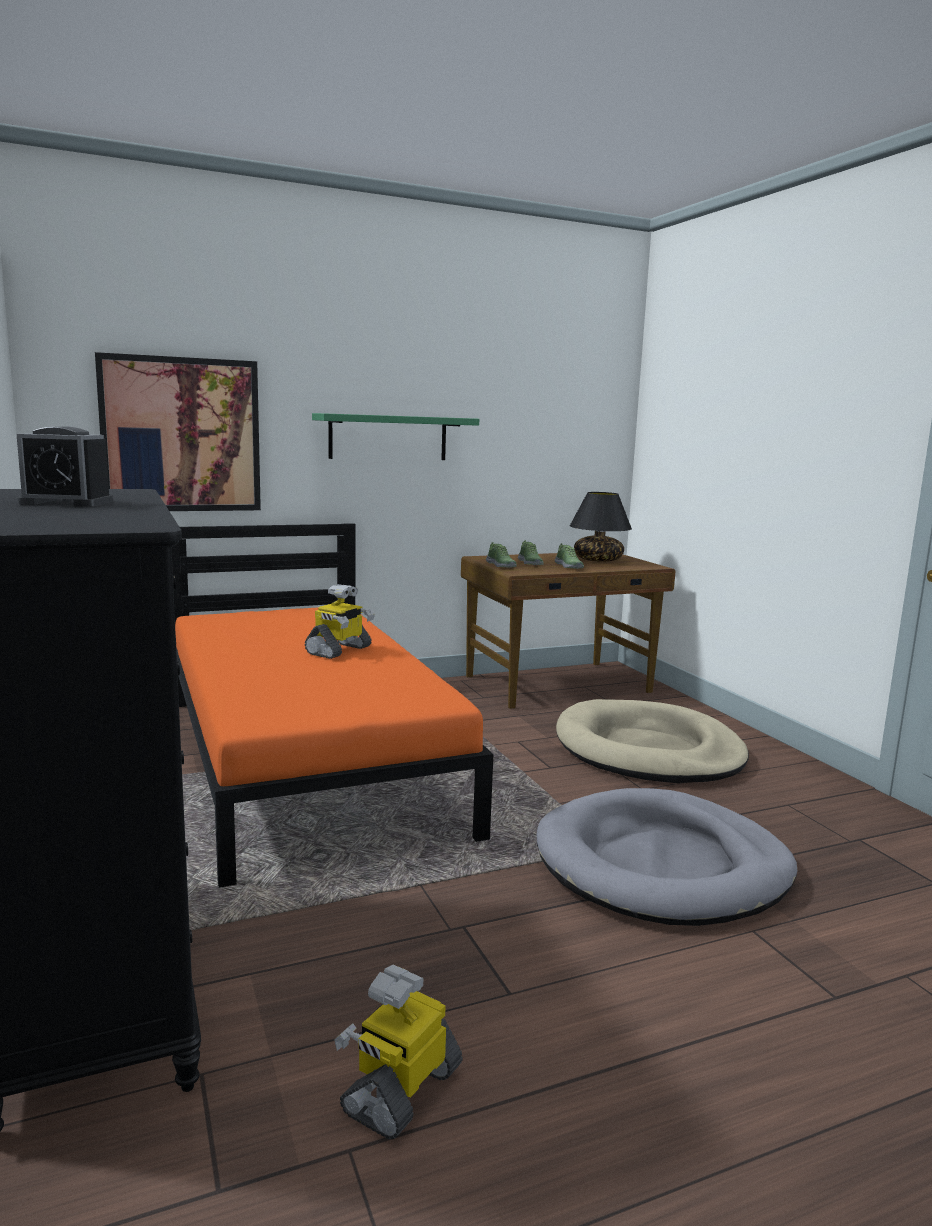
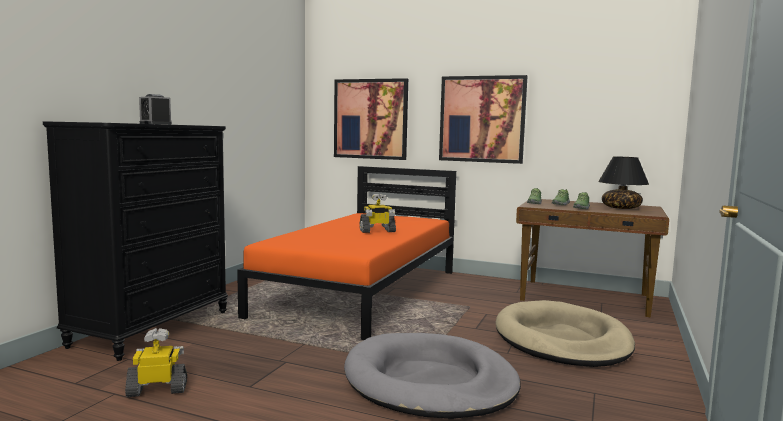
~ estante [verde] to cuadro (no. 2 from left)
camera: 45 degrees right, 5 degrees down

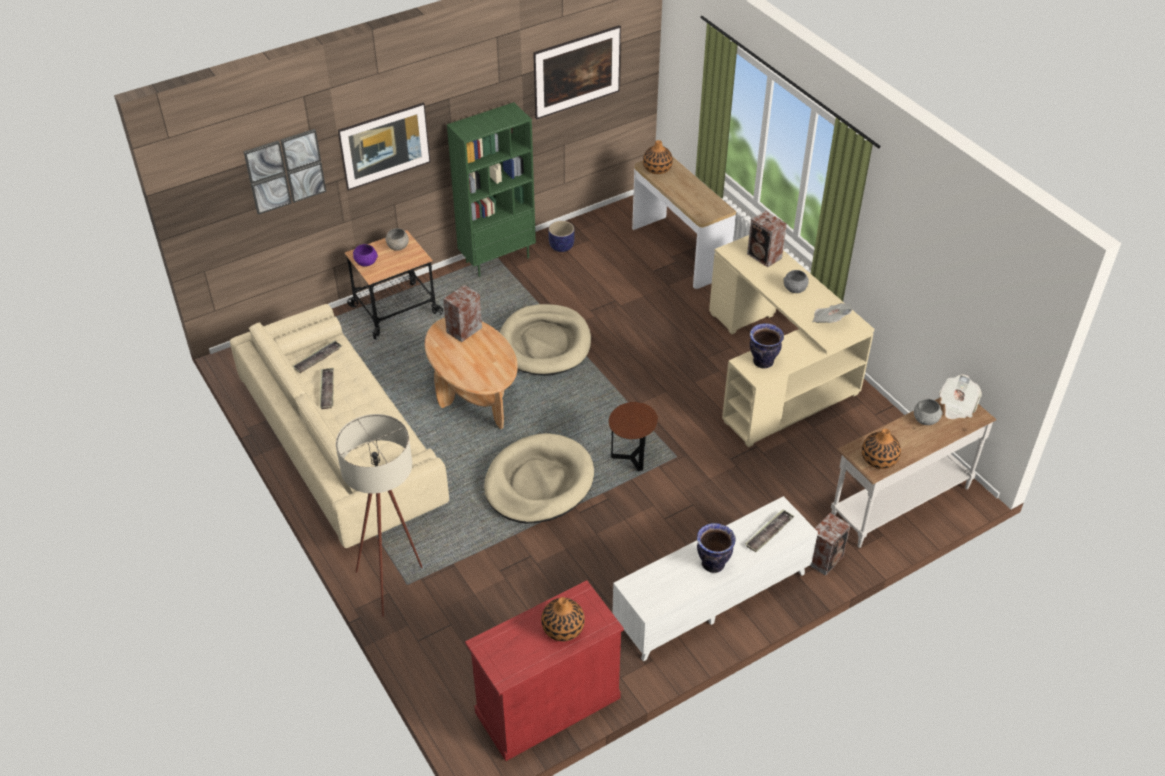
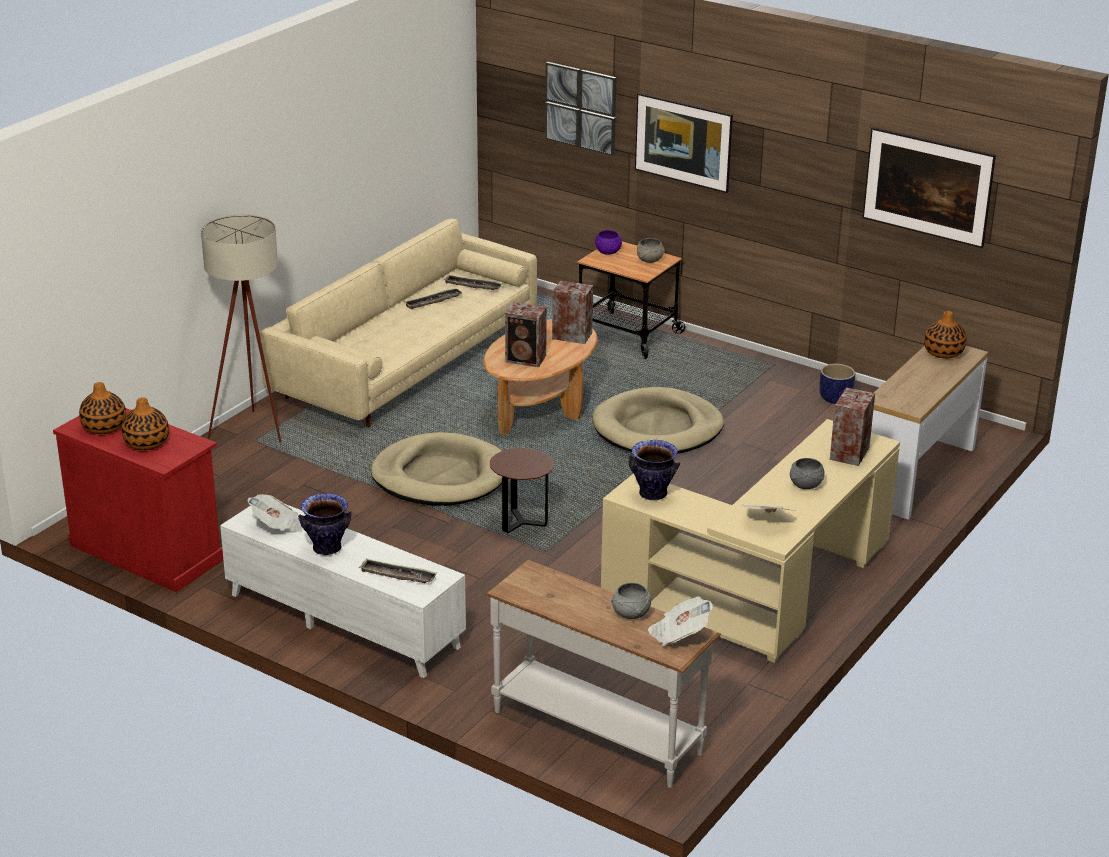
- estantería [verde]
+ periódico (no. 1 from left)
~ altavoz (no. 3 from left in the first image) to altavoz (no. 1 from left)
~ florero (no. 5 from left in the first image) to florero (no. 1 from left)
camera: 65 degrees right, 15 degrees down

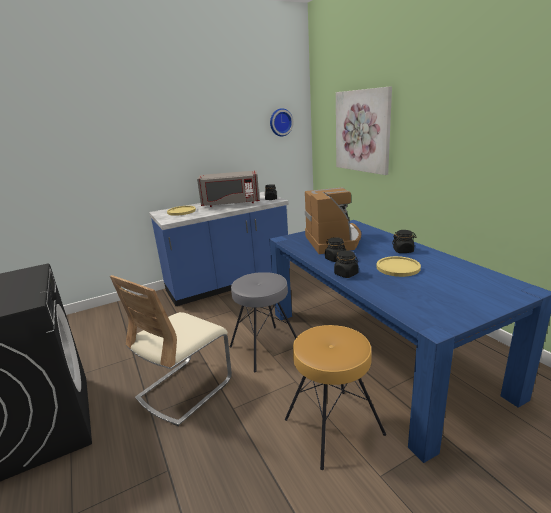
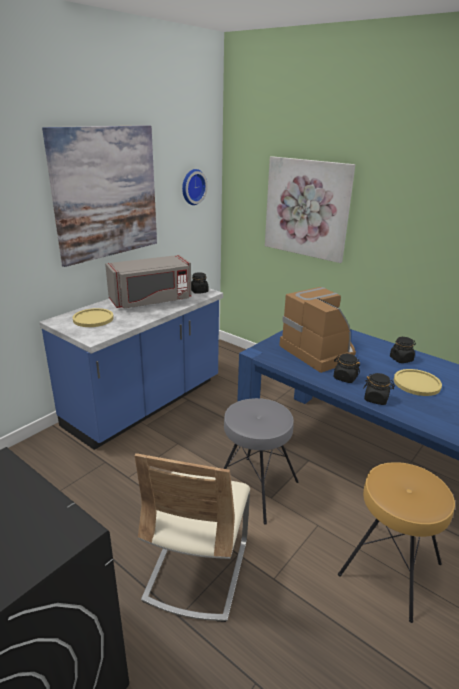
+ cuadro (no. 1 from left)
camera: 25 degrees left, 5 degrees up

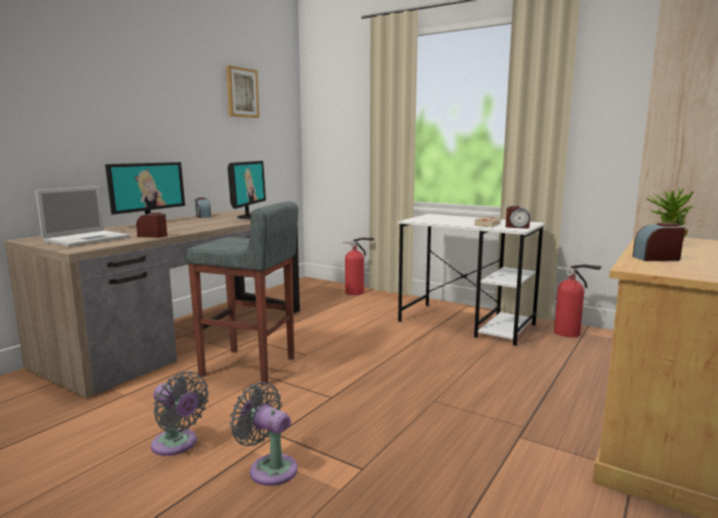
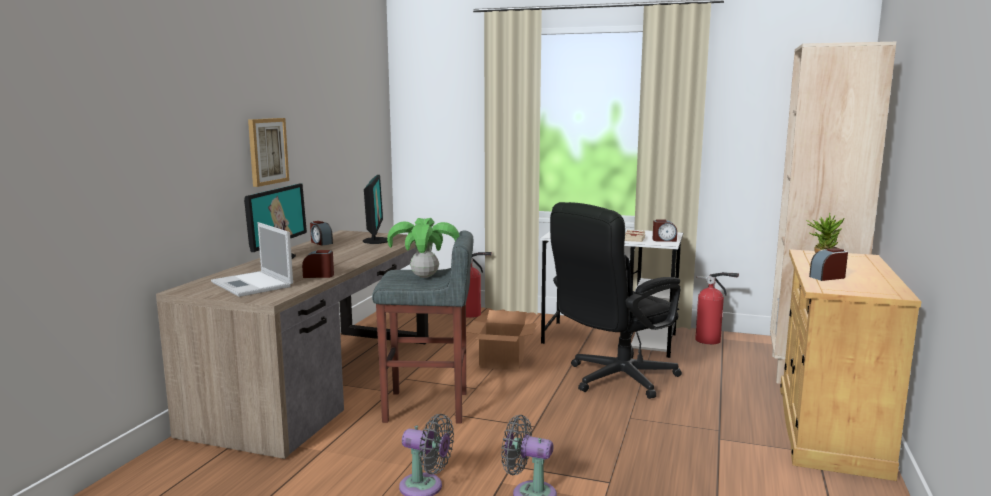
+ planta en maceta (no. 1 from left)
+ caja de cartón
+ silla de oficina [negro]
~ cuadro
~ portátil 120 degrees clockwise
camera: 15 degrees left, 0 degrees up

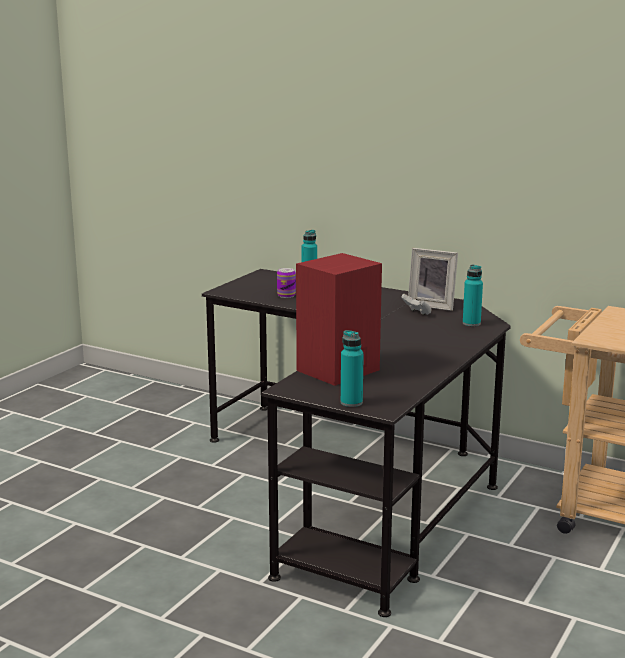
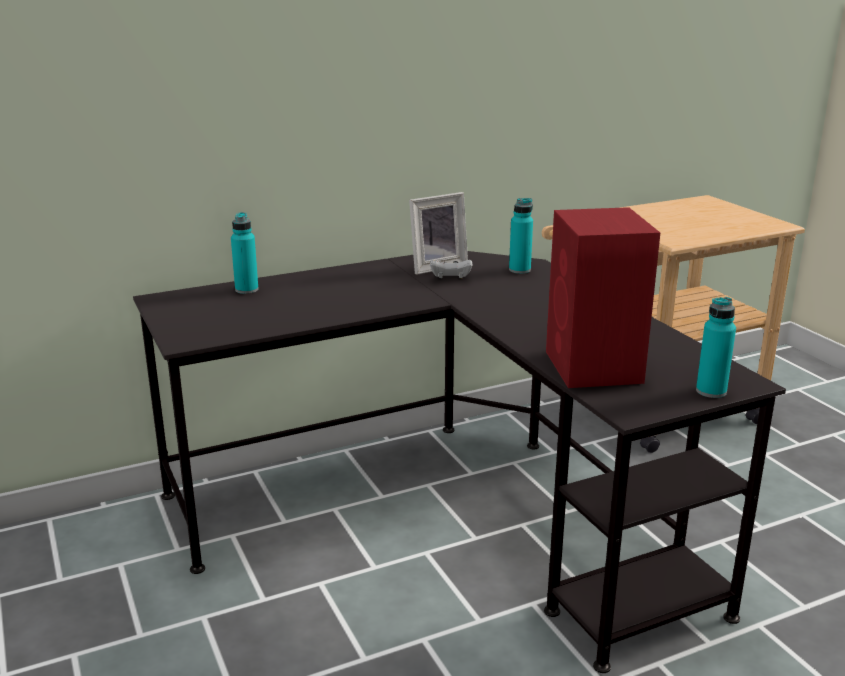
- lata
camera: 55 degrees left, 5 degrees up

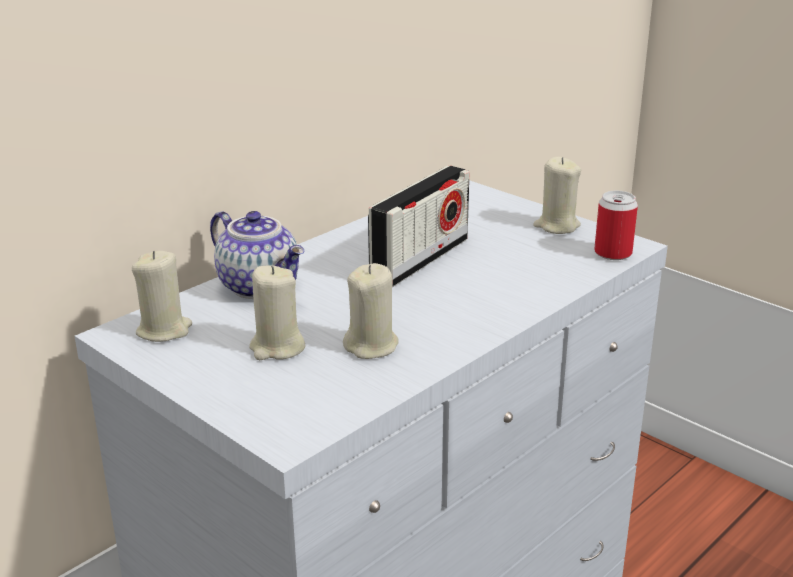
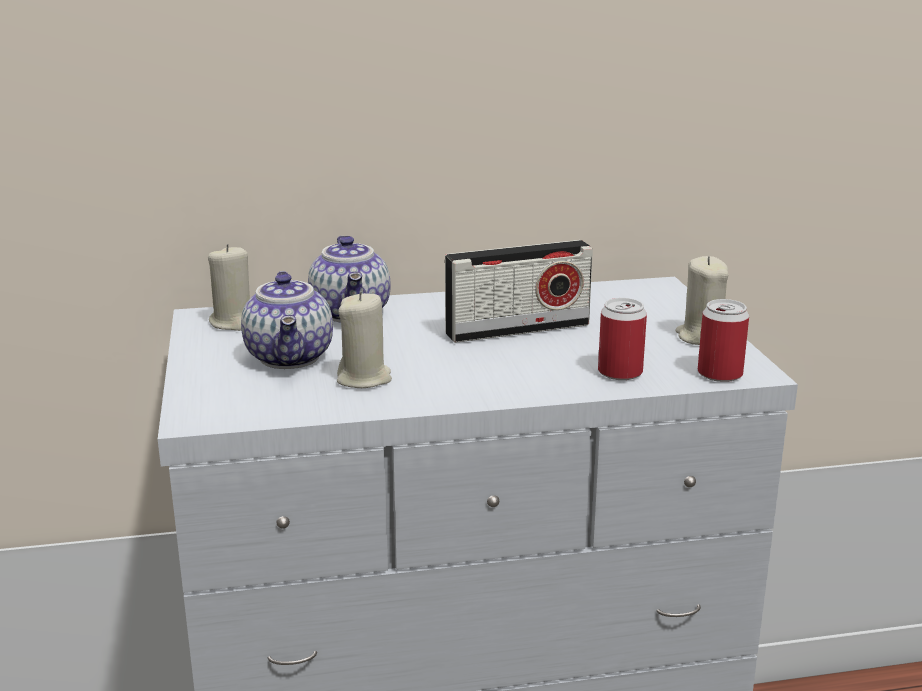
+ lata (no. 1 from left)
~ vela [beis] (no. 2 from left) to tetera (no. 1 from left)
camera: 35 degrees right, 5 degrees down

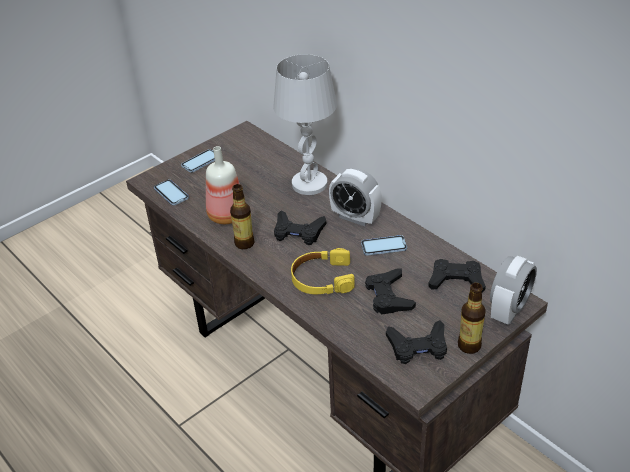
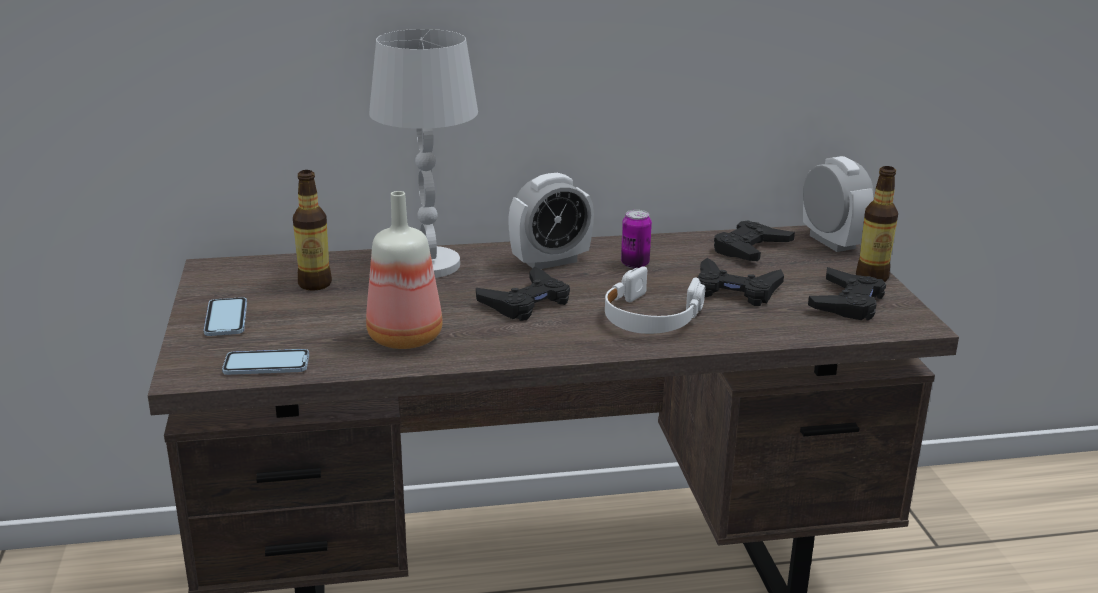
~ botella (no. 2 from left in the first image) to botella (no. 1 from left)
~ móvil (no. 3 from left) to lata
~ auriculares [amarillo] to auriculares [blanco]
camera: 60 degrees left, 15 degrees down

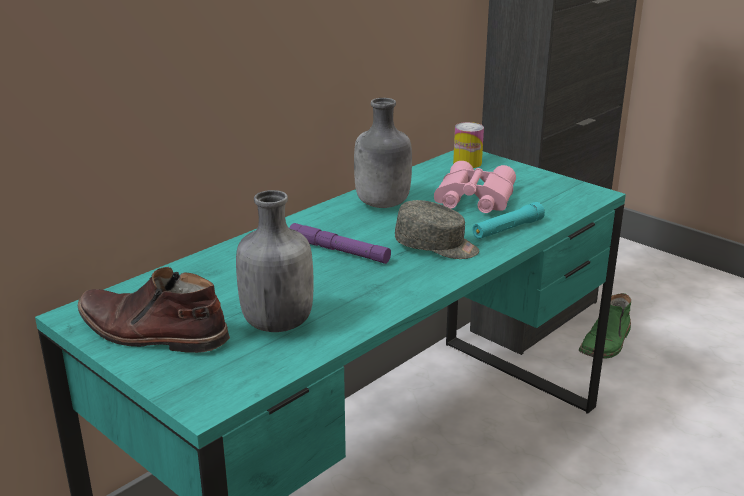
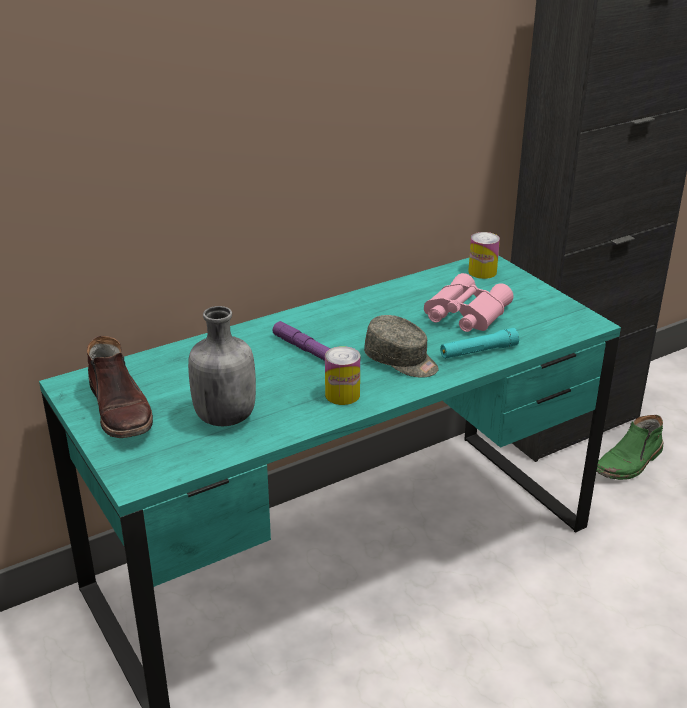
- botella [gris] (no. 2 from left)
+ lata (no. 1 from left)
~ bota [marrón] 150 degrees counterclockwise
camera: 15 degrees right, 5 degrees up

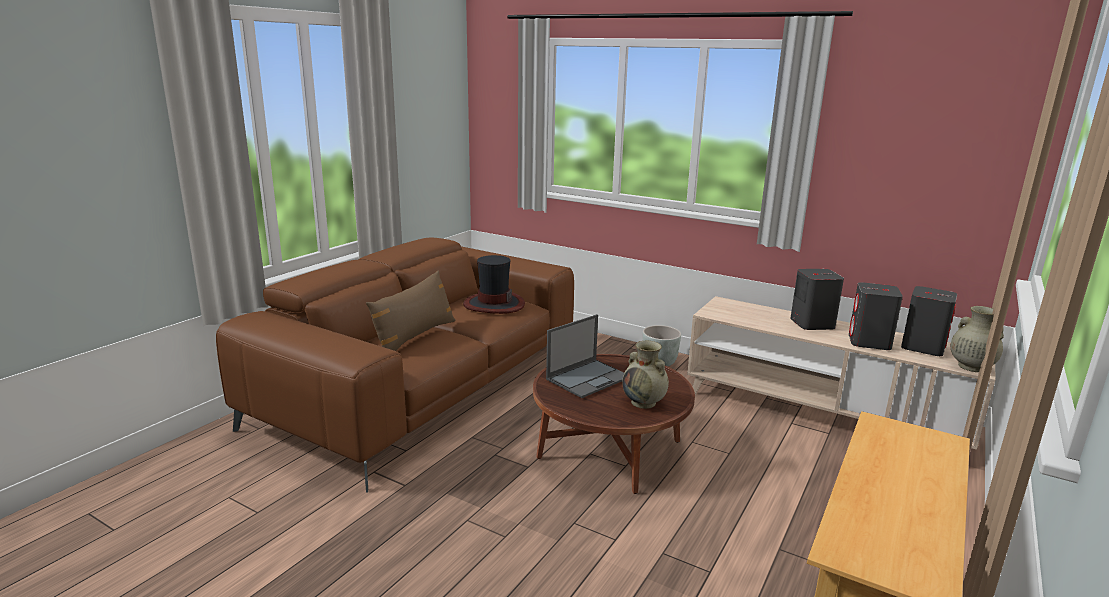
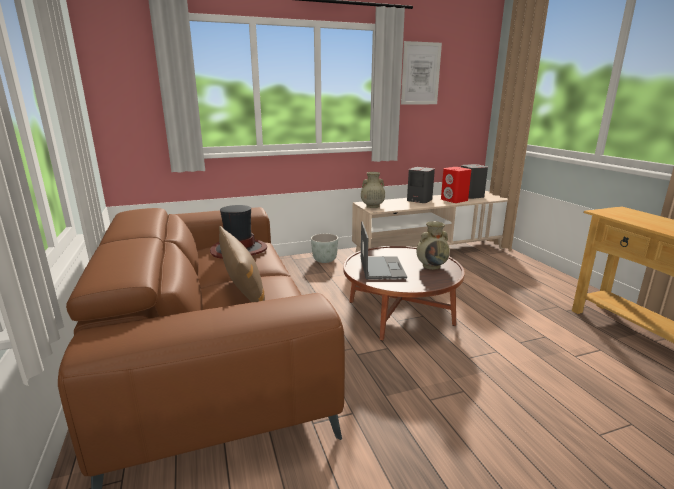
+ cuadro
~ florero [beis] (no. 2 from left in the first image) to florero [beis] (no. 1 from left)
~ altavoz [gris] (no. 2 from left) to altavoz [rojo]
camera: 50 degrees left, 0 degrees up

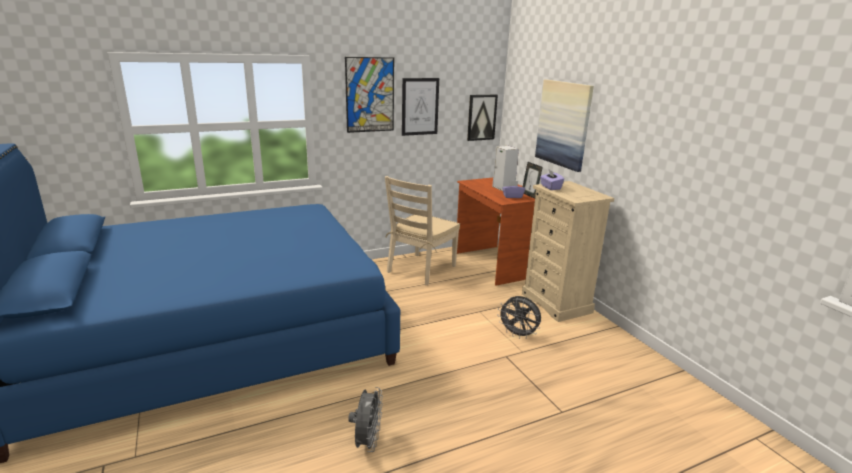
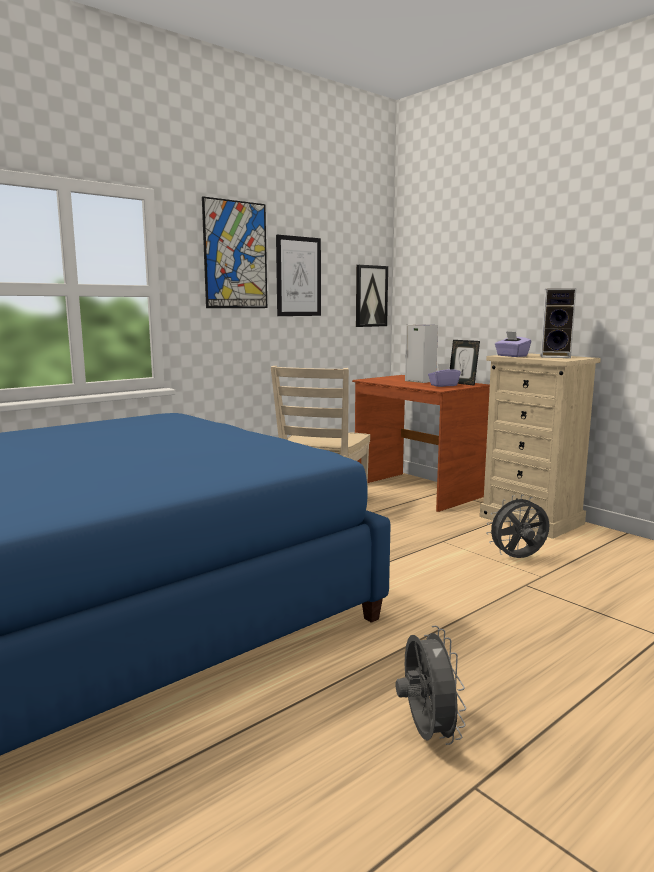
- cuadro (no. 4 from left)
+ altavoz (no. 2 from left)
~ ventilador [gris] (no. 2 from left) 150 degrees clockwise
camera: 15 degrees left, 10 degrees down

